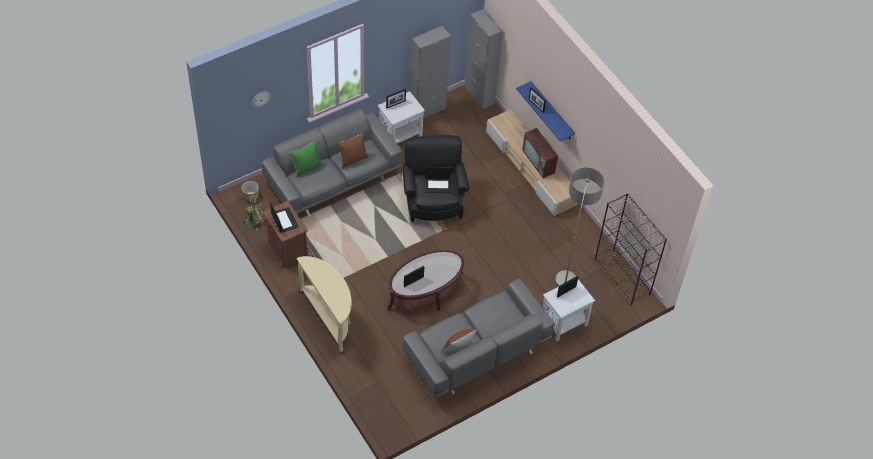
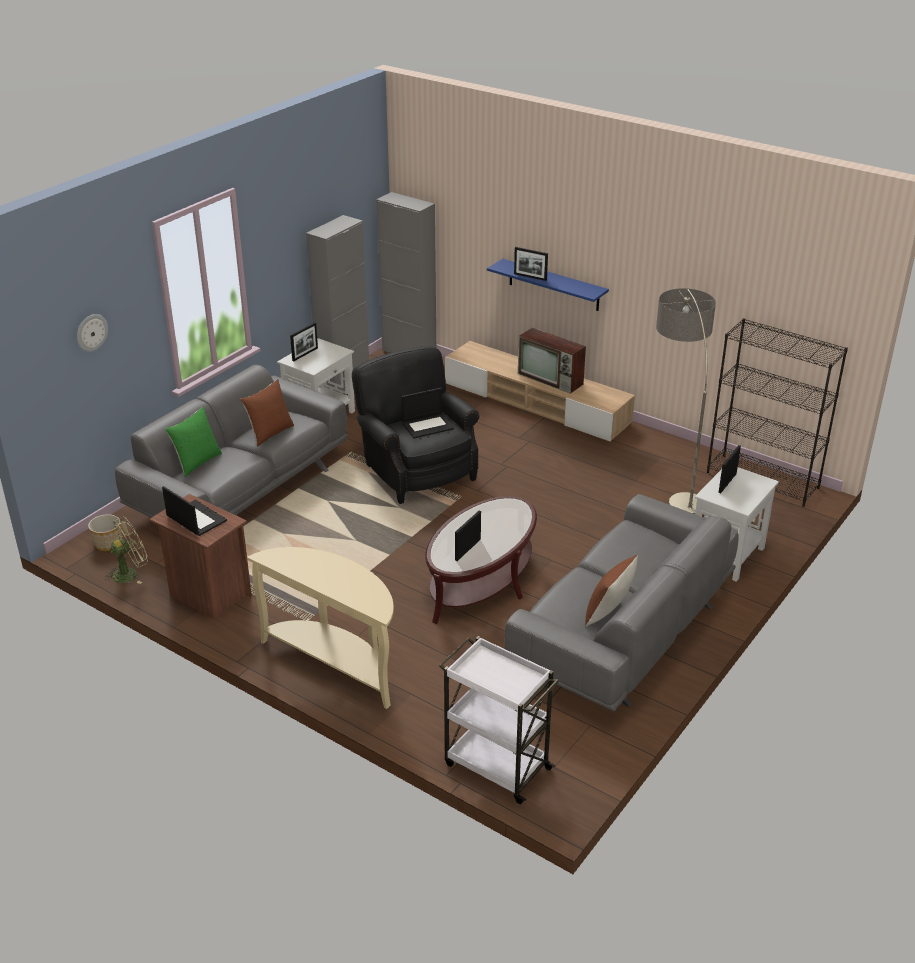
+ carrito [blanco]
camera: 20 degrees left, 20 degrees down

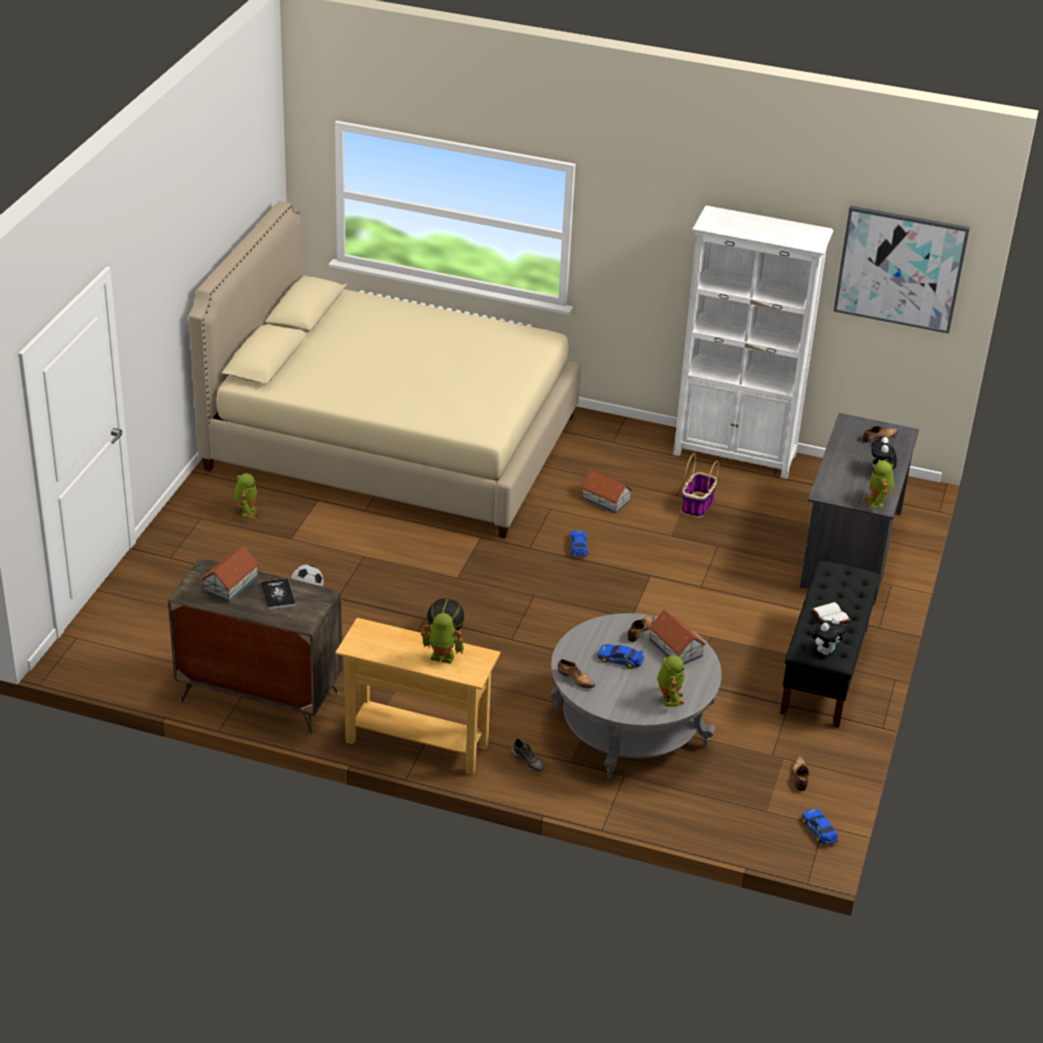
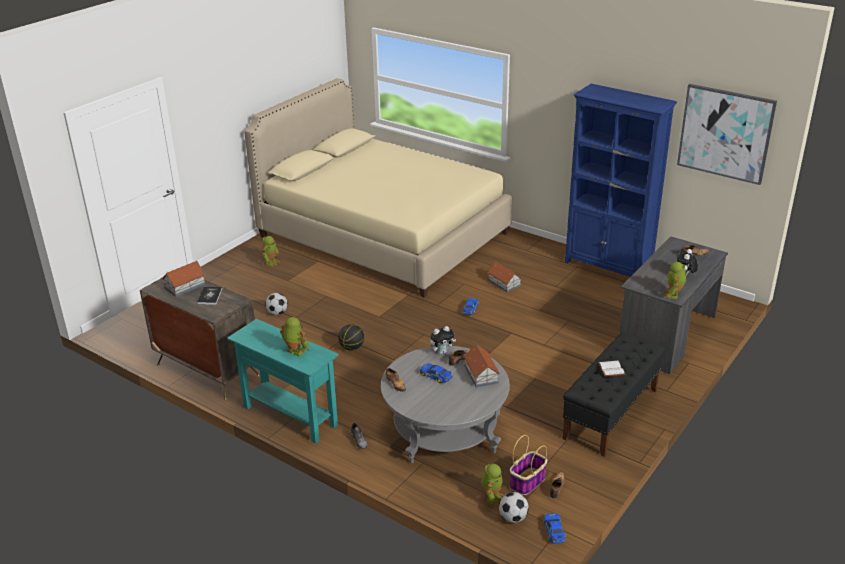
+ balón de fútbol (no. 2 from left)
~ robot de juguete (no. 3 from left)
~ cesta
~ peluche (no. 1 from left)
~ mesa consola [beis] to mesa consola [turquesa]
~ estantería [blanco] to estantería [azul]
camera: 20 degrees right, 5 degrees down

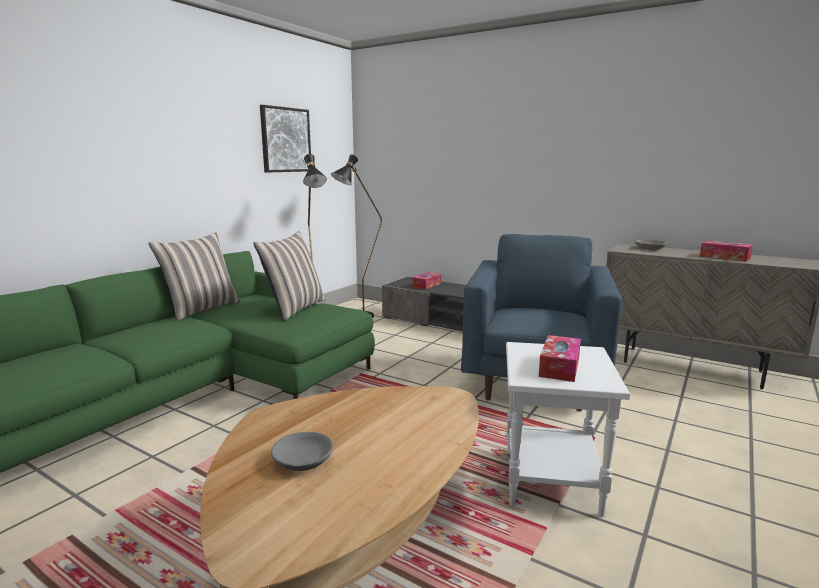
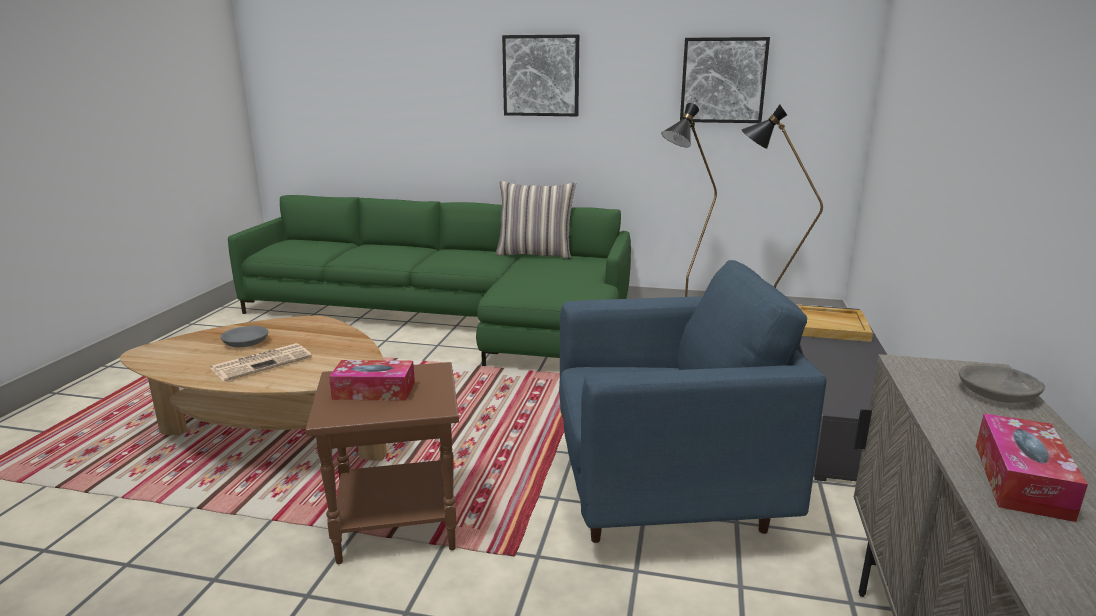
- cojín (no. 2 from left)
+ periódico
+ cuadro (no. 1 from left)
~ caja de pañuelos (no. 1 from left) to bandeja [beis]
~ mesa auxiliar [blanco] to mesa auxiliar [marrón]
camera: 70 degrees right, 5 degrees up

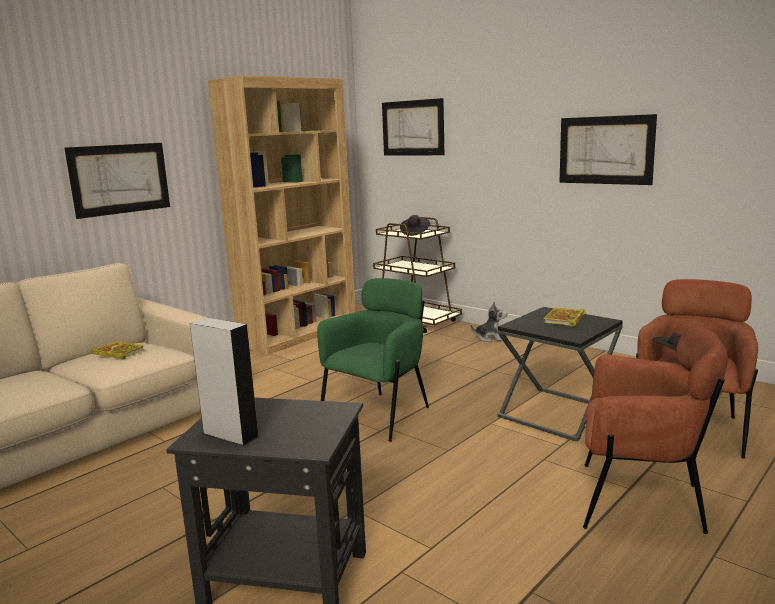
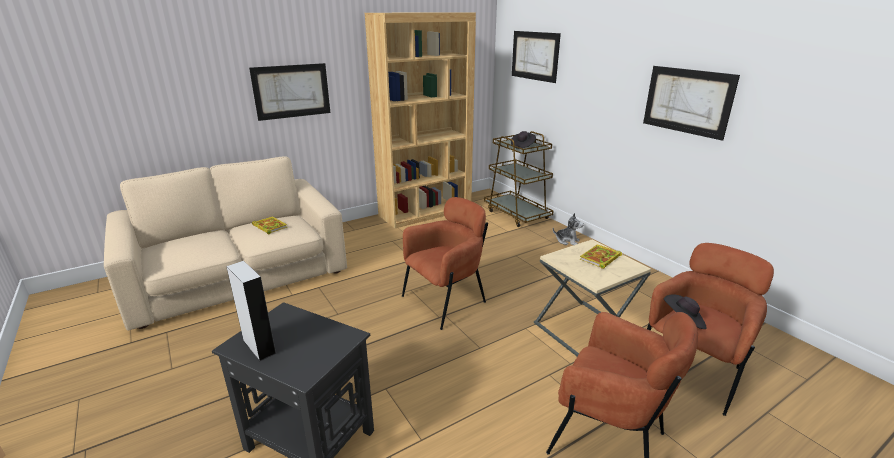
~ sillón [verde] to sillón [marrón] (no. 1 from left)
~ mesa auxiliar [negro] (no. 2 from left) to mesa auxiliar [beis]
camera: 15 degrees right, 10 degrees up

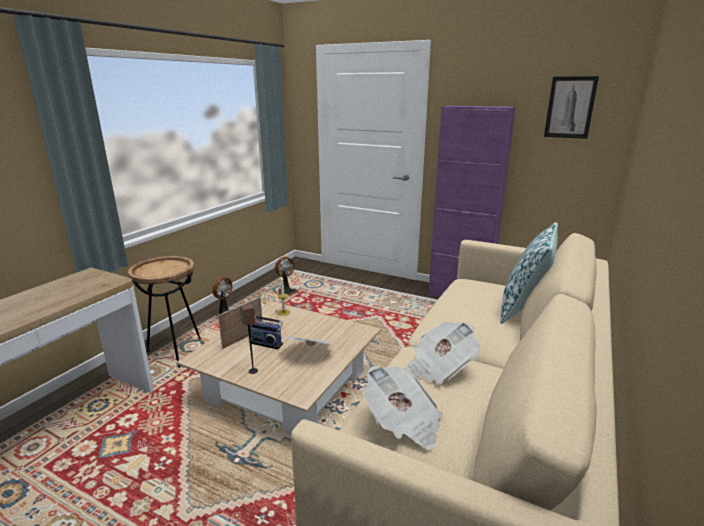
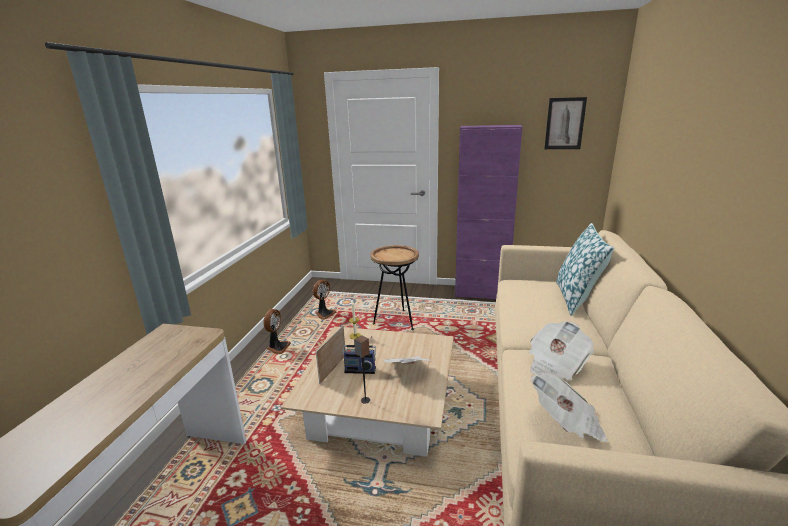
~ mesa auxiliar [marrón]
camera: 15 degrees left, 0 degrees up

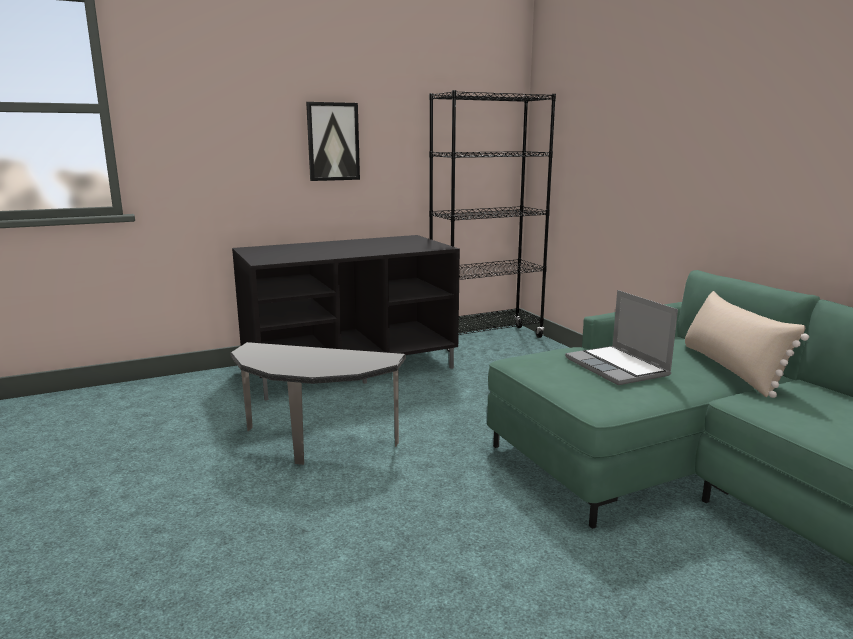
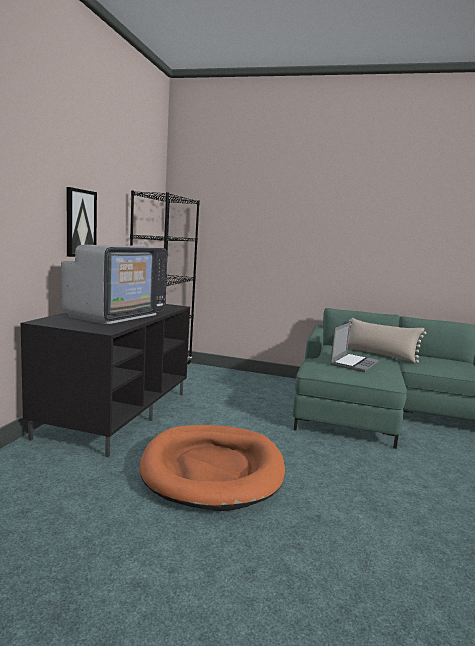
+ televisor
~ mesa auxiliar to cama para perro [naranja]
~ portátil 75 degrees counterclockwise
camera: 50 degrees left, 5 degrees down

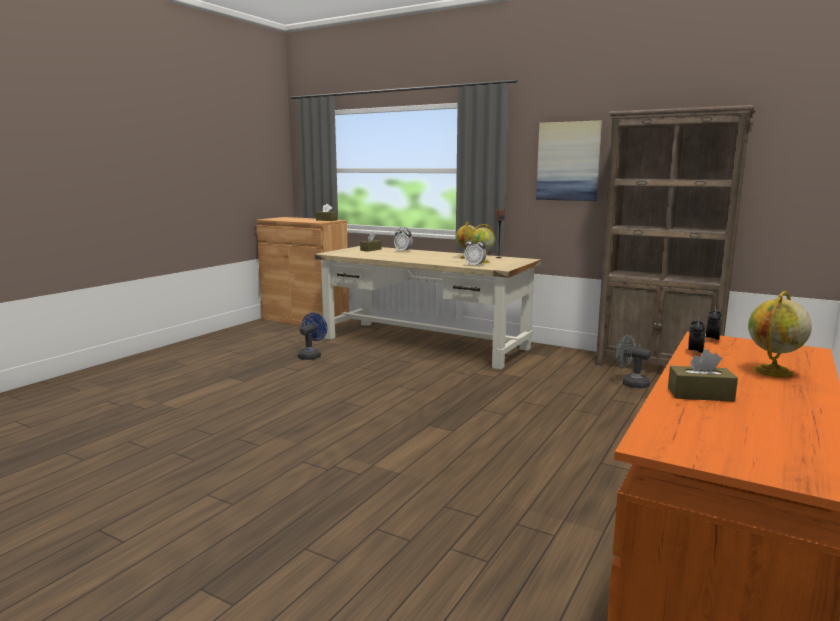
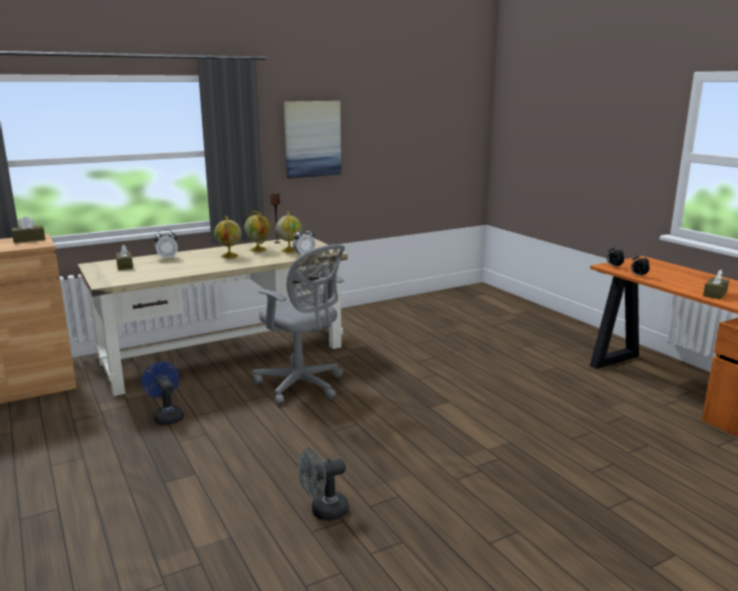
- estantería [marrón]
+ silla de oficina [gris]
~ ventilador [gris]
~ globo terráqueo (no. 3 from left in the first image) to globo terráqueo (no. 1 from left)
camera: 60 degrees left, 5 degrees up

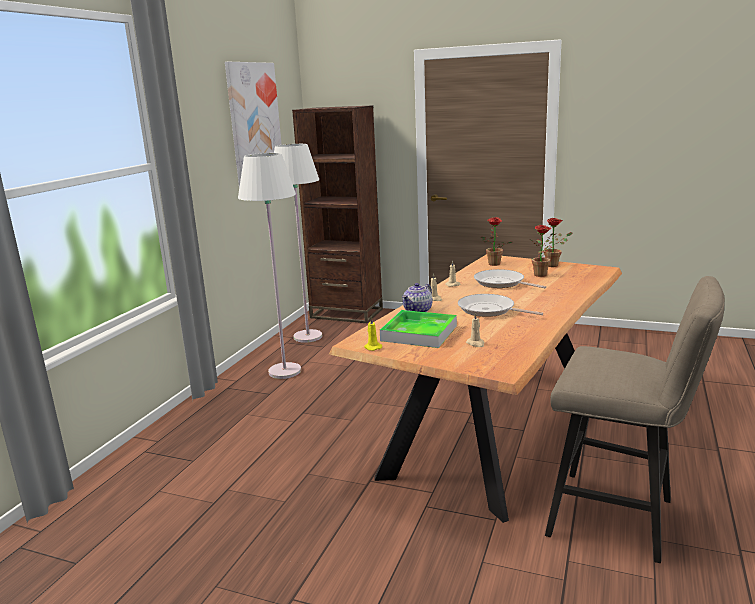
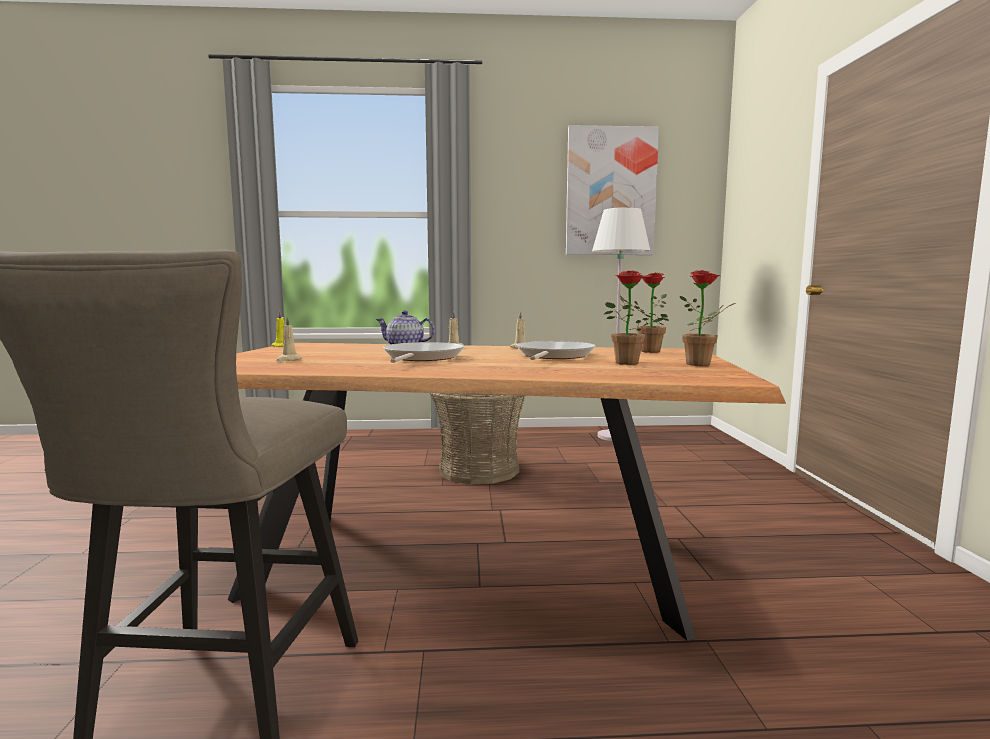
- lámpara de pie [blanco] (no. 1 from left)
- estantería [marrón]
- bandeja
+ cesta
camera: 65 degrees right, 10 degrees down

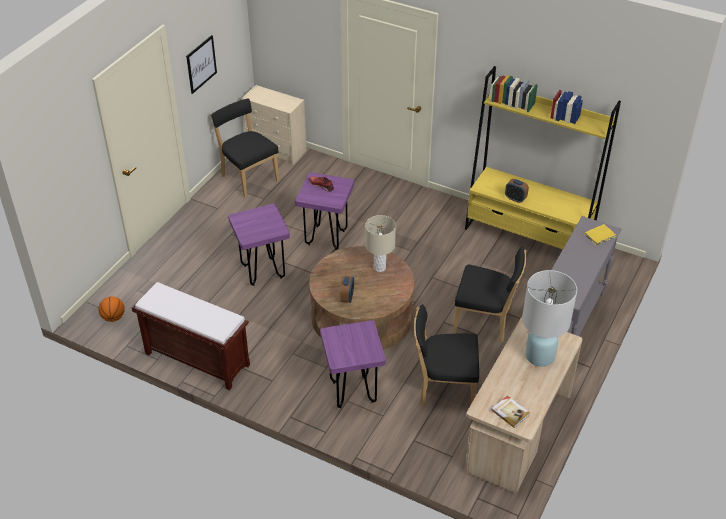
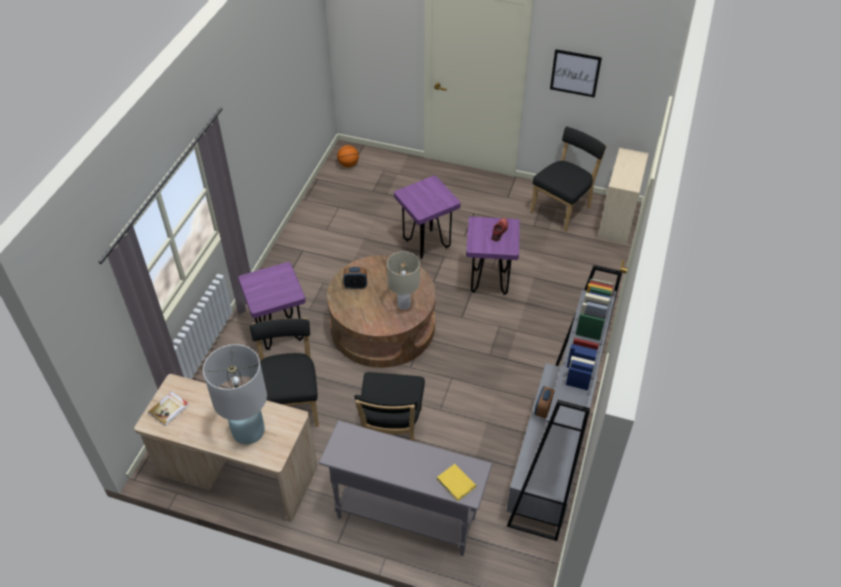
- banco [marrón]
~ estantería [amarillo] to estantería [gris]
camera: 80 degrees right, 5 degrees up

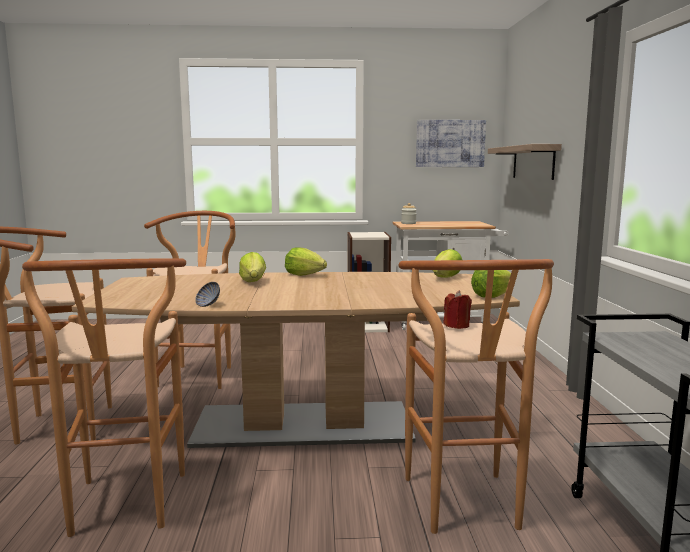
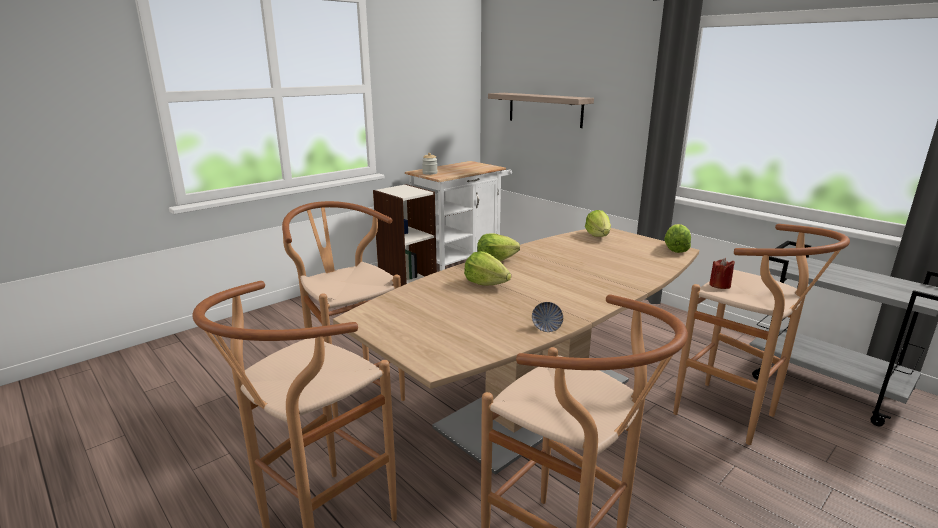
- cuadro
camera: 40 degrees left, 10 degrees up

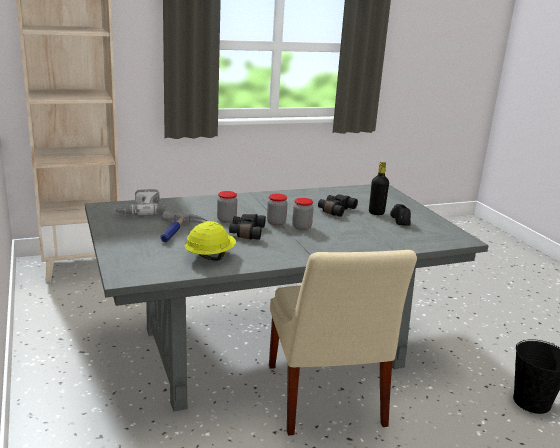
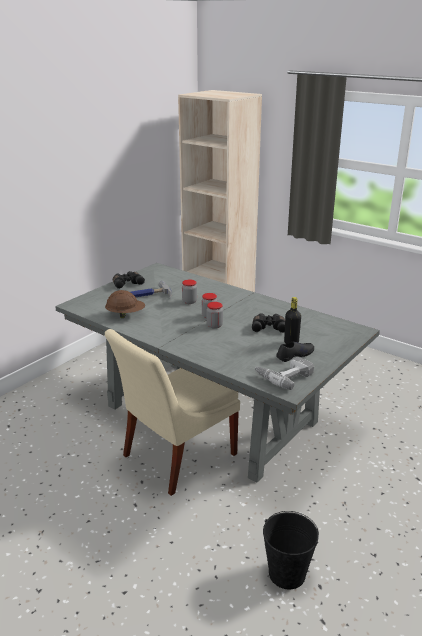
~ taladro
~ prismáticos [negro] (no. 1 from left)
~ casco [amarillo] to casco [marrón]
camera: 60 degrees right, 5 degrees up

